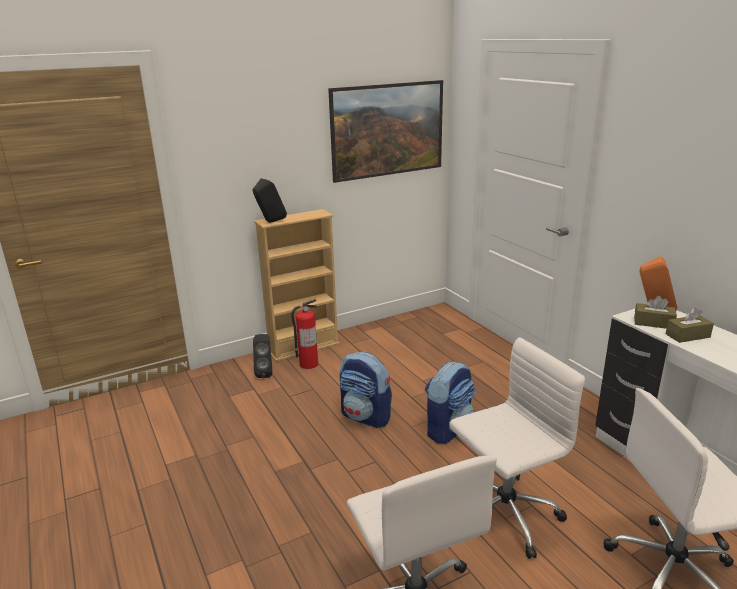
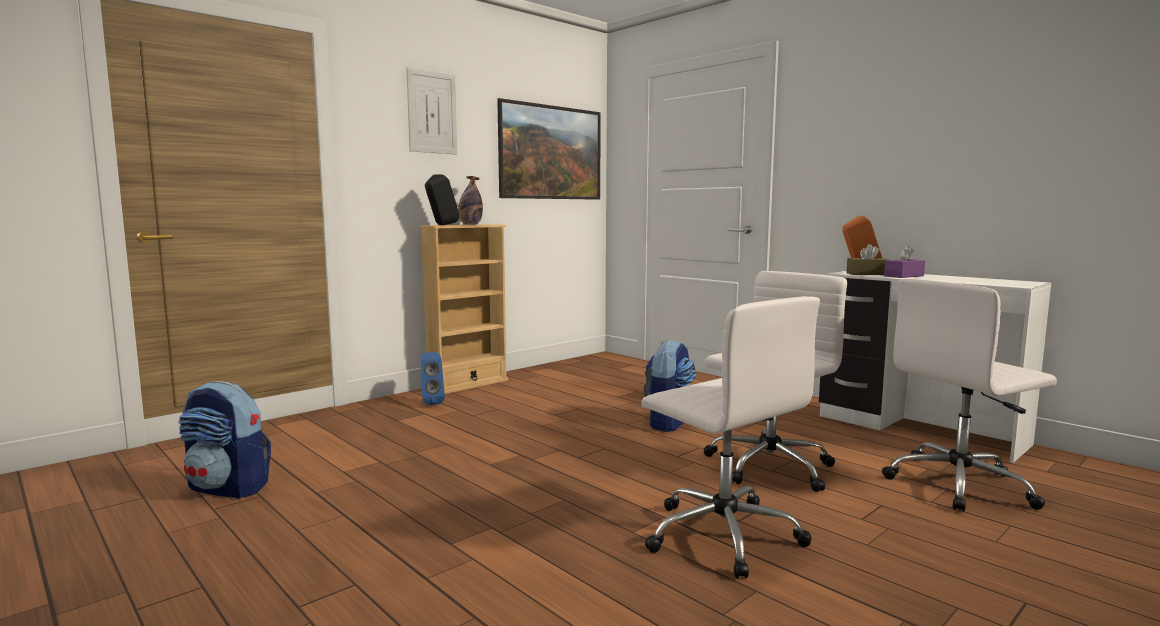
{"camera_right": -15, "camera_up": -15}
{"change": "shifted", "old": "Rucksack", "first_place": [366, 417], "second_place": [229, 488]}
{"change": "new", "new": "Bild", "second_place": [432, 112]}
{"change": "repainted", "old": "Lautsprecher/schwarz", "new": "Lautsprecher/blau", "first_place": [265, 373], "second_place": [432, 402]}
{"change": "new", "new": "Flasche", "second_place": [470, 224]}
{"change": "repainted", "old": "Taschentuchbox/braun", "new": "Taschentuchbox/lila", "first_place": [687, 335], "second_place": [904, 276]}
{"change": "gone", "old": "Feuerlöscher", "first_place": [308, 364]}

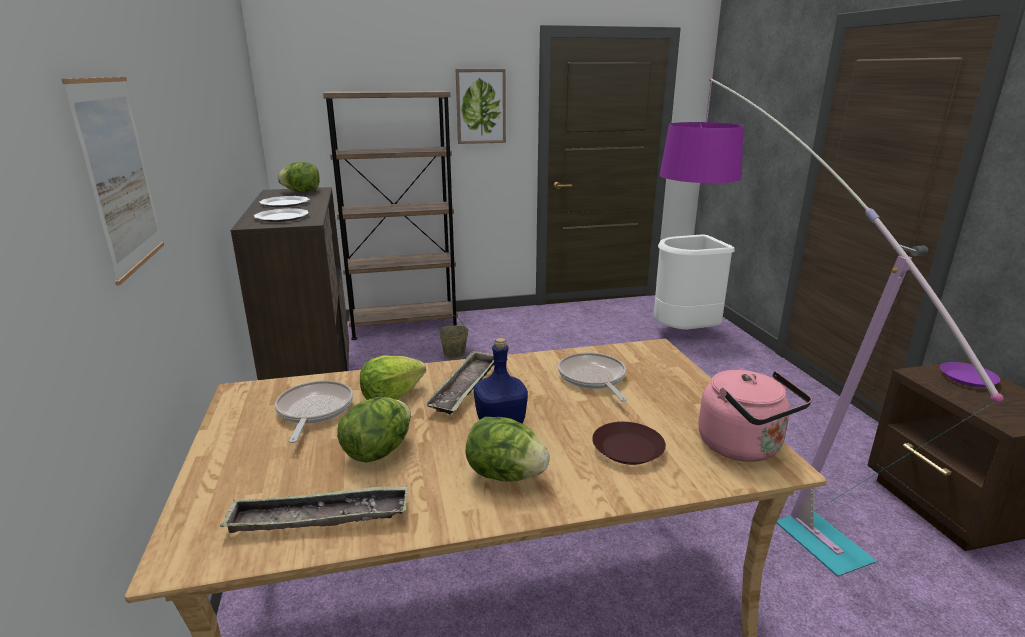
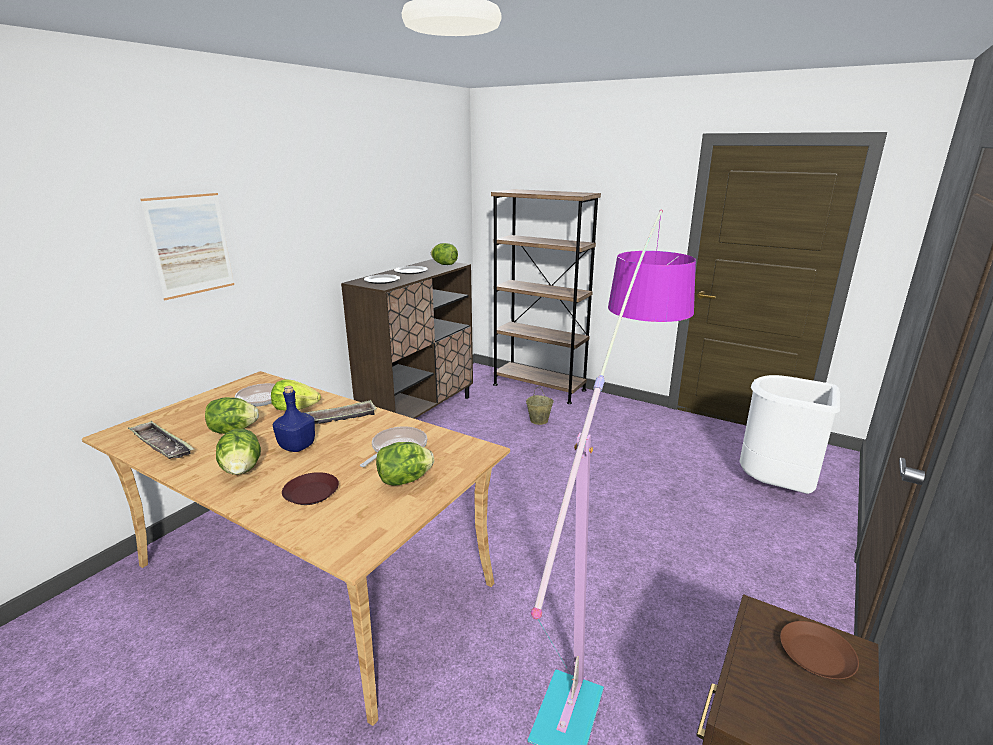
{"camera_right": 45, "camera_up": 0}
{"change": "new", "new": "Salatkopf", "second_place": [404, 480]}
{"change": "repainted", "old": "Teller/lila", "new": "Teller/braun", "first_place": [967, 378], "second_place": [816, 654]}
{"change": "gone", "old": "Bild", "first_place": [481, 106]}
{"change": "gone", "old": "Wasserkessel/rosa", "first_place": [744, 447]}

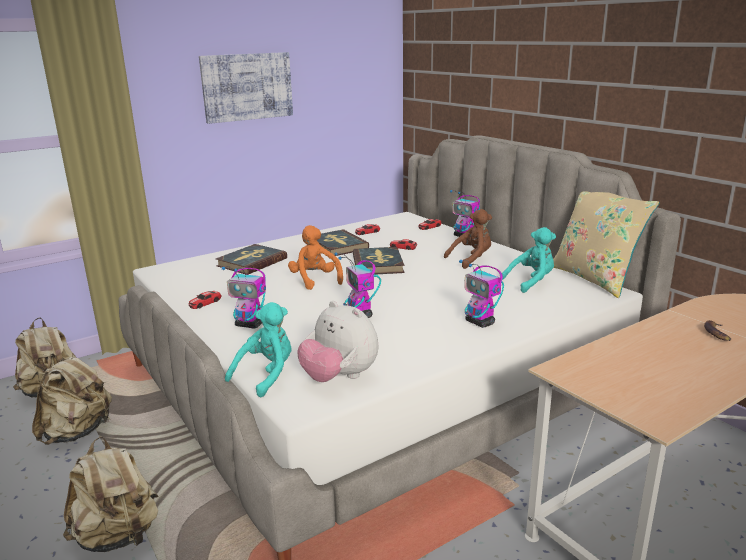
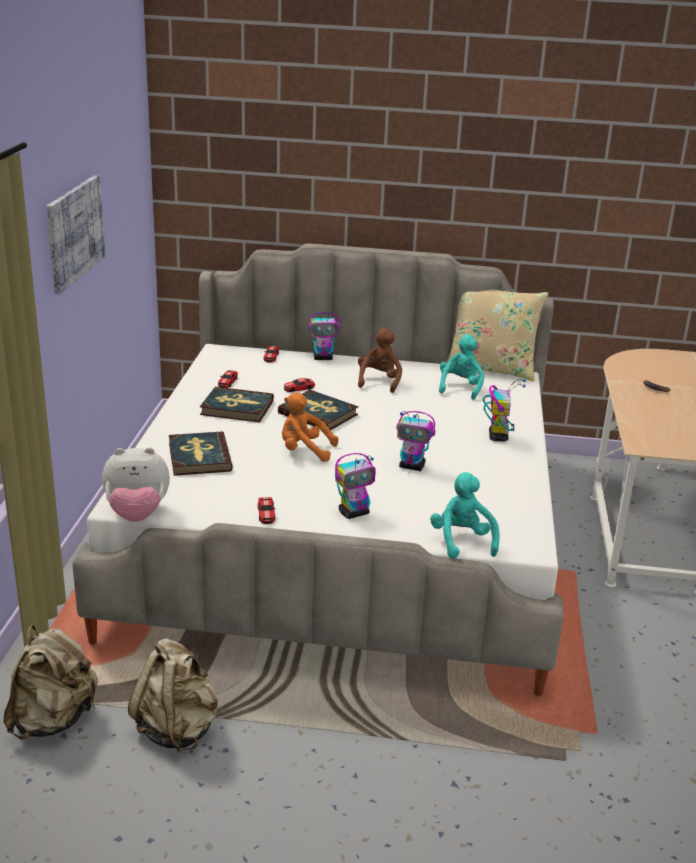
{"camera_right": -50, "camera_up": 5}
{"change": "shifted", "old": "Plüschtier", "first_place": [339, 377], "second_place": [137, 514]}
{"change": "rotated", "old": "Spielzeugroboter", "first_place": [480, 323], "second_place": [498, 436], "degrees": -90}
{"change": "gone", "old": "Rucksack/beige", "first_place": [118, 536]}

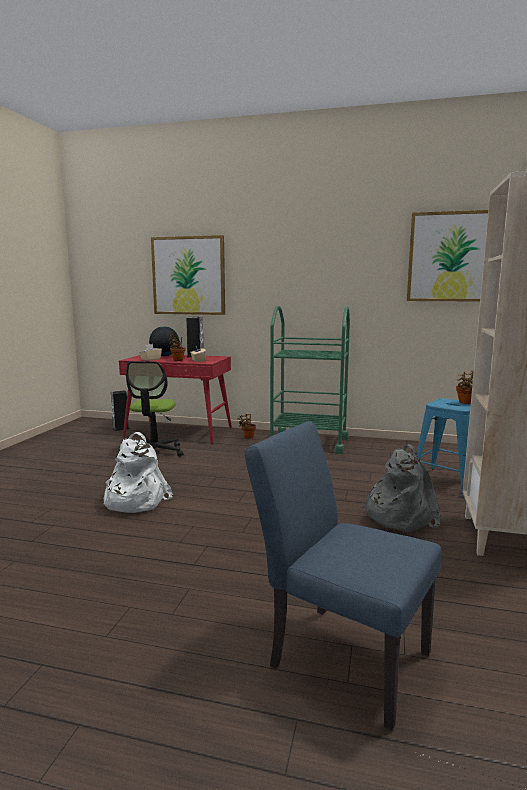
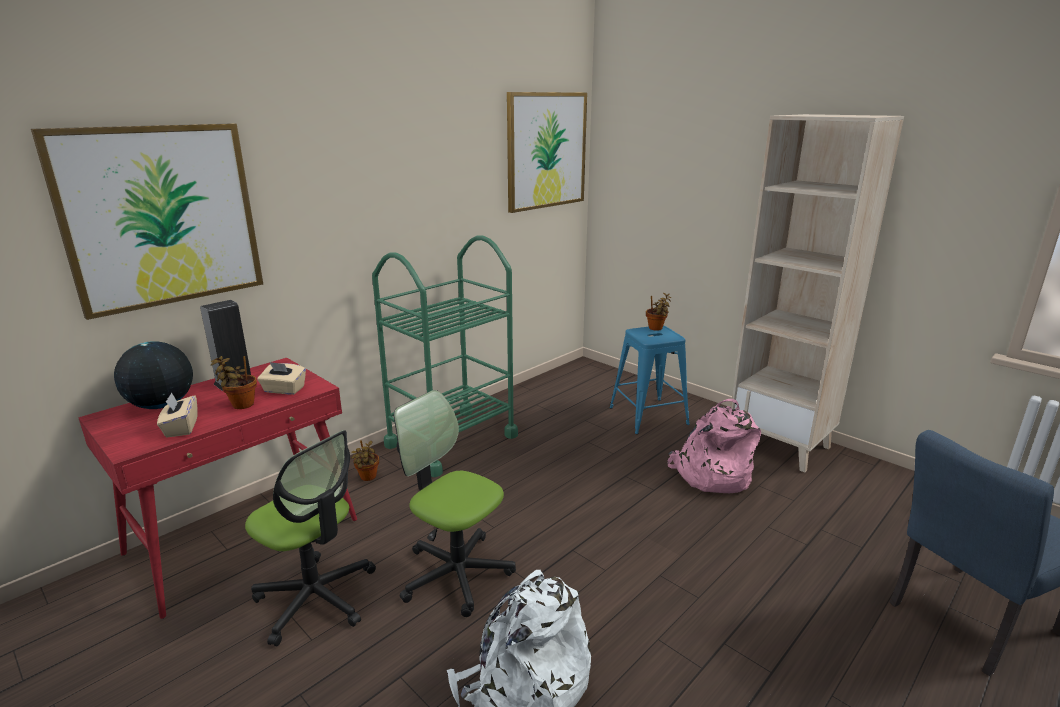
{"camera_right": -60, "camera_up": 10}
{"change": "new", "new": "Bürostuhl", "second_place": [456, 573]}
{"change": "repainted", "old": "Rucksack/grau", "new": "Rucksack/rosa", "first_place": [399, 516], "second_place": [711, 475]}
{"change": "gone", "old": "Lautsprecher", "first_place": [121, 429]}

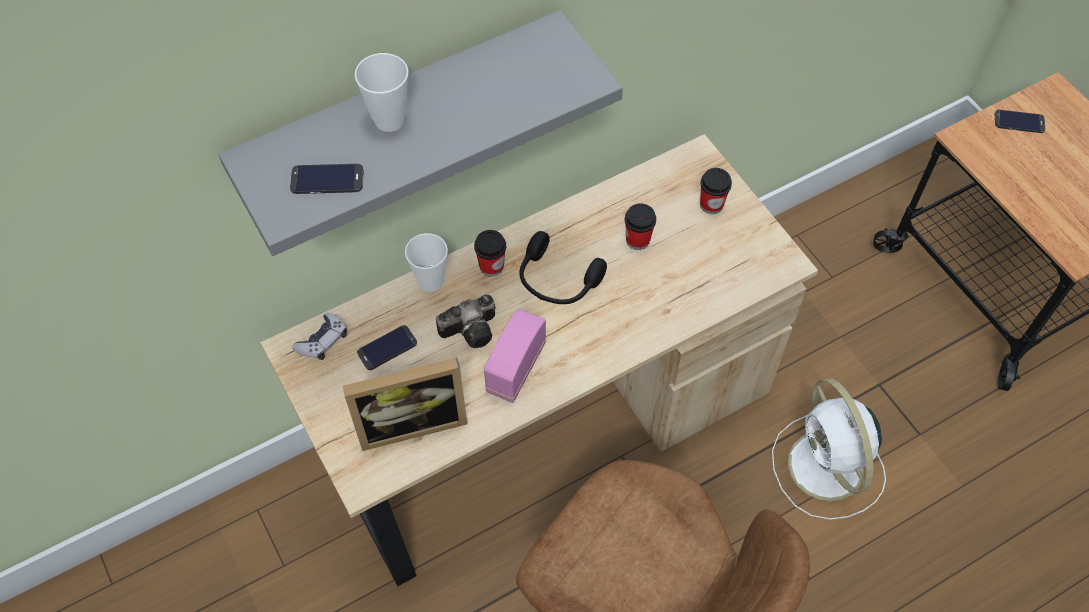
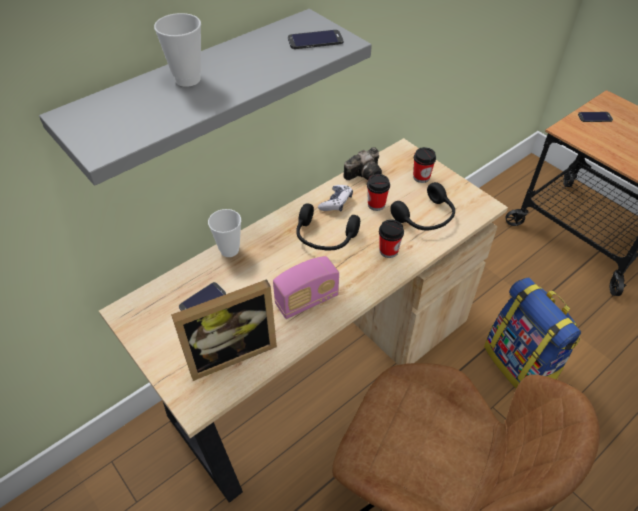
{"camera_right": -10, "camera_up": -10}
{"change": "rotated", "old": "Radio", "first_place": [515, 368], "second_place": [306, 300], "degrees": -135}
{"change": "shifted", "old": "Handy", "first_place": [327, 179], "second_place": [315, 40]}
{"change": "shifted", "old": "Gamepad", "first_place": [323, 341], "second_place": [336, 202]}
{"change": "shifted", "old": "Kamera", "first_place": [473, 329], "second_place": [365, 173]}
{"change": "shifted", "old": "Tasse", "first_place": [491, 266], "second_place": [388, 251]}
{"change": "new", "new": "Kopfhörer/schwarz", "second_place": [425, 218]}
{"change": "swapped", "old": "Ventilator/weiß", "new": "Rucksack", "first_place": [827, 469], "second_place": [520, 364]}

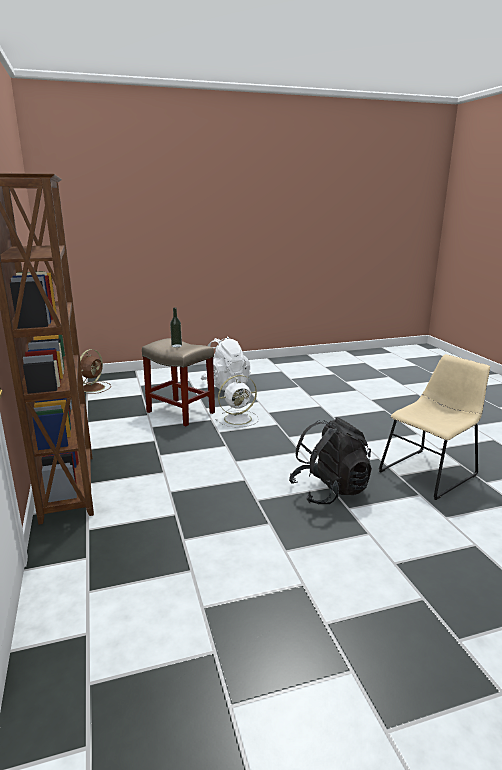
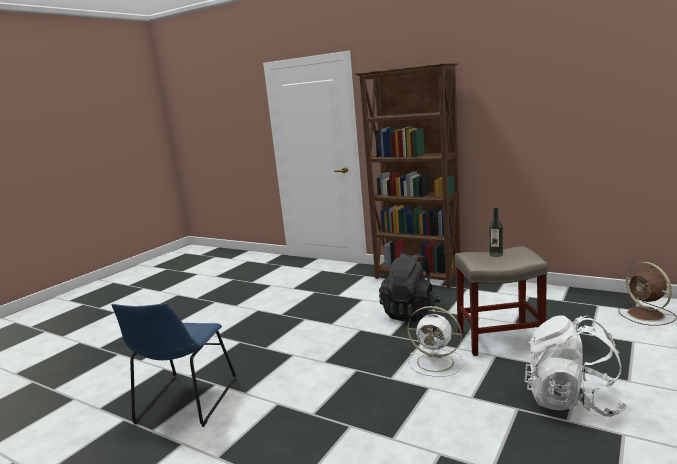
{"camera_right": 140, "camera_up": -5}
{"change": "repainted", "old": "Stuhl/beige", "new": "Stuhl/blau", "first_place": [430, 472], "second_place": [185, 403]}
{"change": "shifted", "old": "Rucksack/schwarz", "first_place": [329, 490], "second_place": [410, 313]}
{"change": "rotated", "old": "Ventilator/weiß", "first_place": [239, 419], "second_place": [437, 362], "degrees": -90}

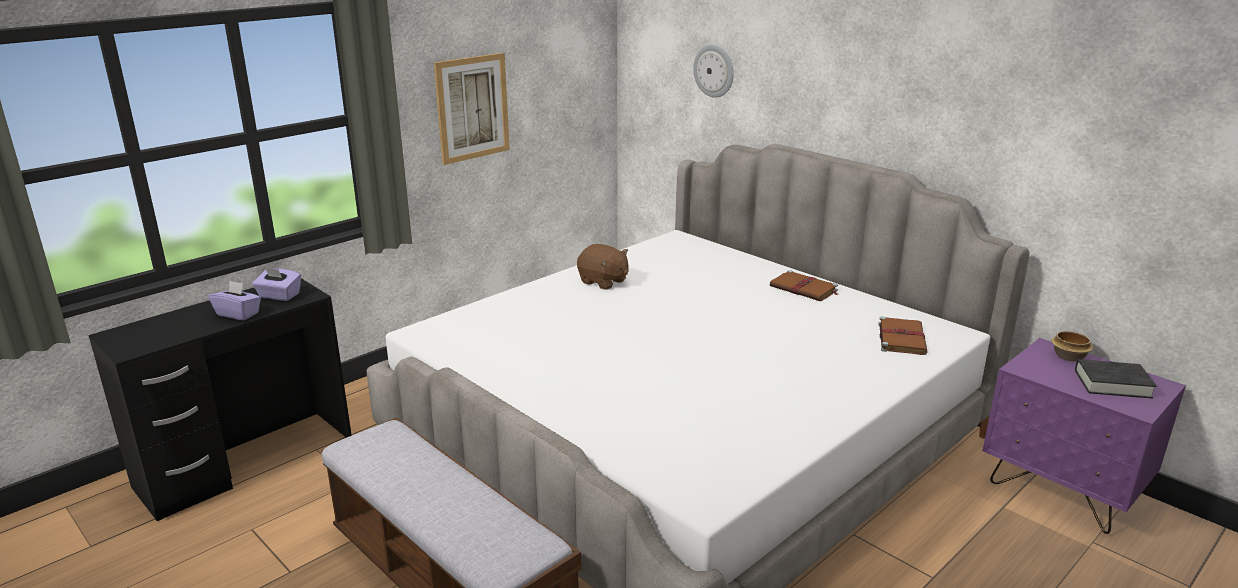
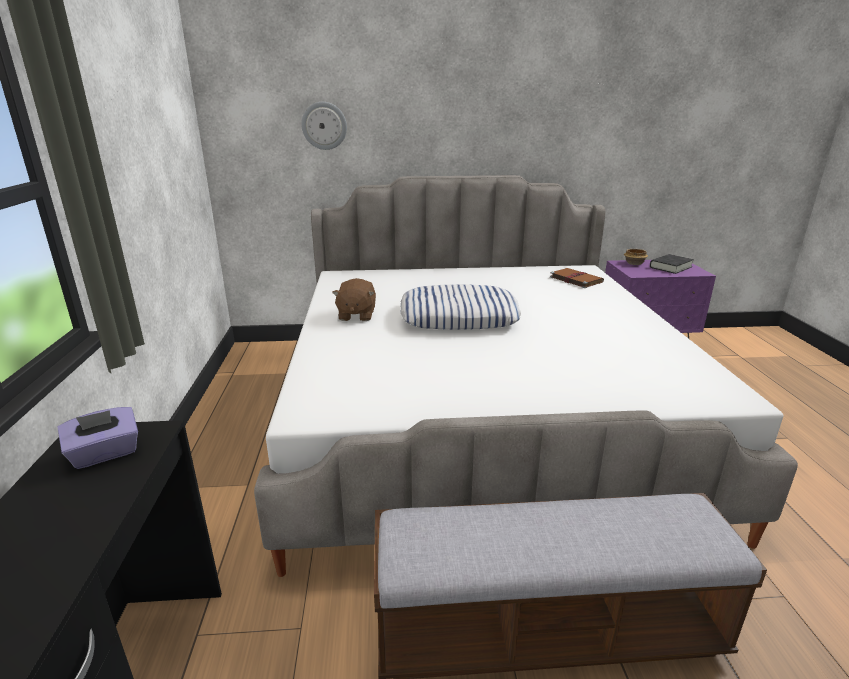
{"camera_right": -50, "camera_up": 0}
{"change": "rotated", "old": "Plüschtier/braun", "first_place": [603, 281], "second_place": [356, 315], "degrees": 105}
{"change": "new", "new": "Kissen", "second_place": [459, 316]}
{"change": "gone", "old": "Taschentuchbox/lila", "first_place": [238, 314]}
{"change": "gone", "old": "Bild", "first_place": [472, 108]}
{"change": "gone", "old": "Buch/braun", "first_place": [804, 289]}

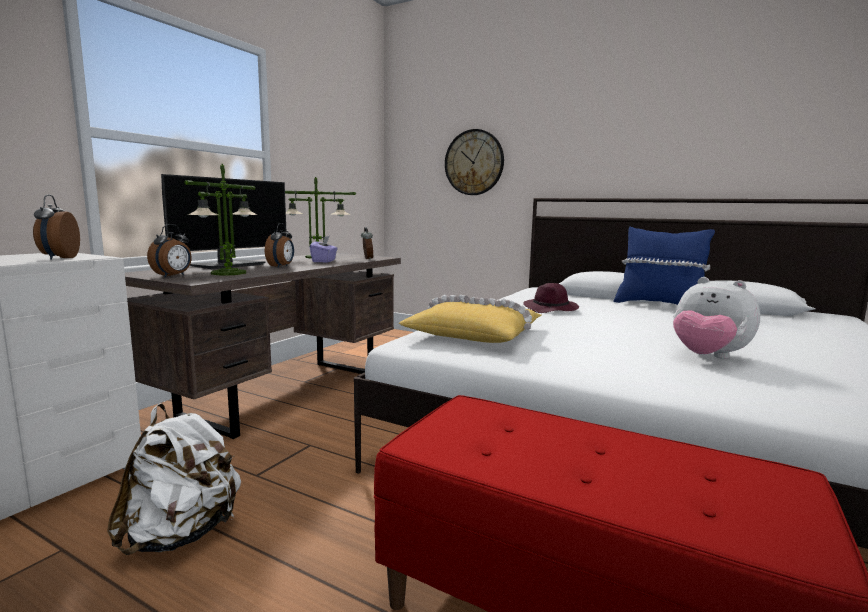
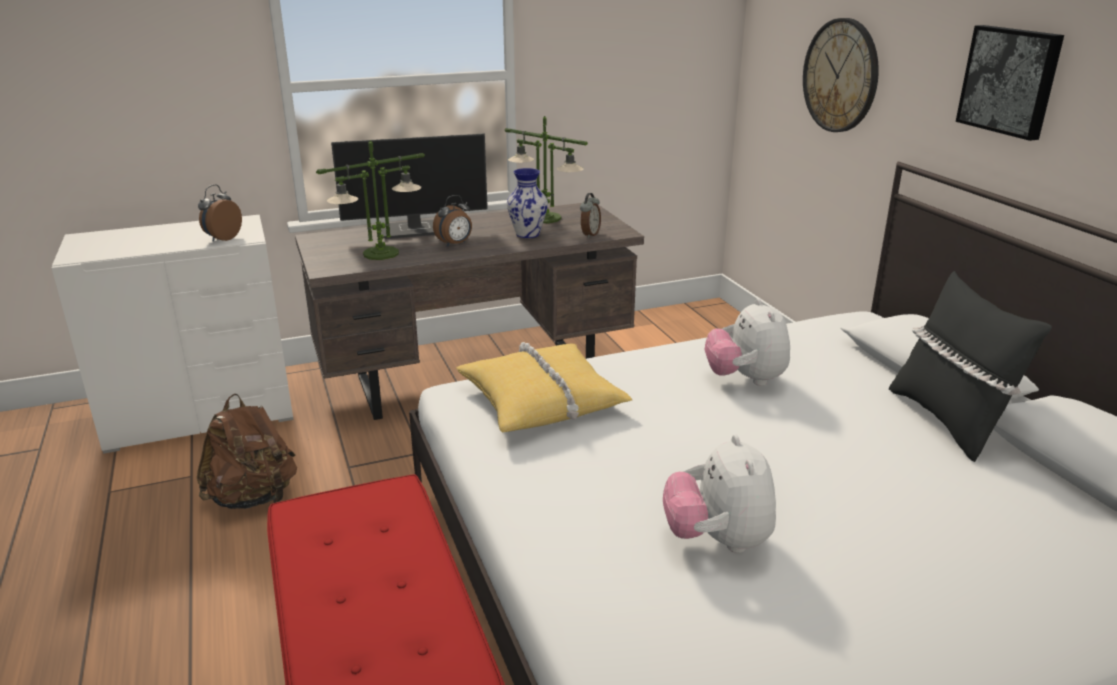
{"camera_right": 40, "camera_up": 15}
{"change": "repainted", "old": "Rucksack/weiß", "new": "Rucksack/braun", "first_place": [182, 534], "second_place": [254, 498]}
{"change": "swapped", "old": "Taschentuchbox/lila", "new": "Vase", "first_place": [324, 261], "second_place": [527, 234]}
{"change": "swapped", "old": "Hut/lila", "new": "Plüschtier", "first_place": [551, 309], "second_place": [745, 379]}
{"change": "repainted", "old": "Kissen/blau", "new": "Kissen/schwarz", "first_place": [659, 305], "second_place": [948, 421]}
{"change": "new", "new": "Bild", "second_place": [1010, 81]}
{"change": "gone", "old": "Wecker", "first_place": [173, 276]}

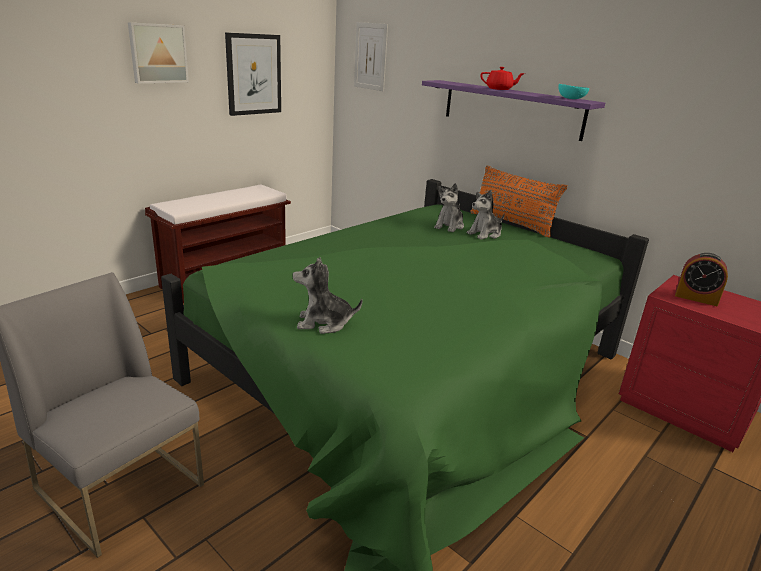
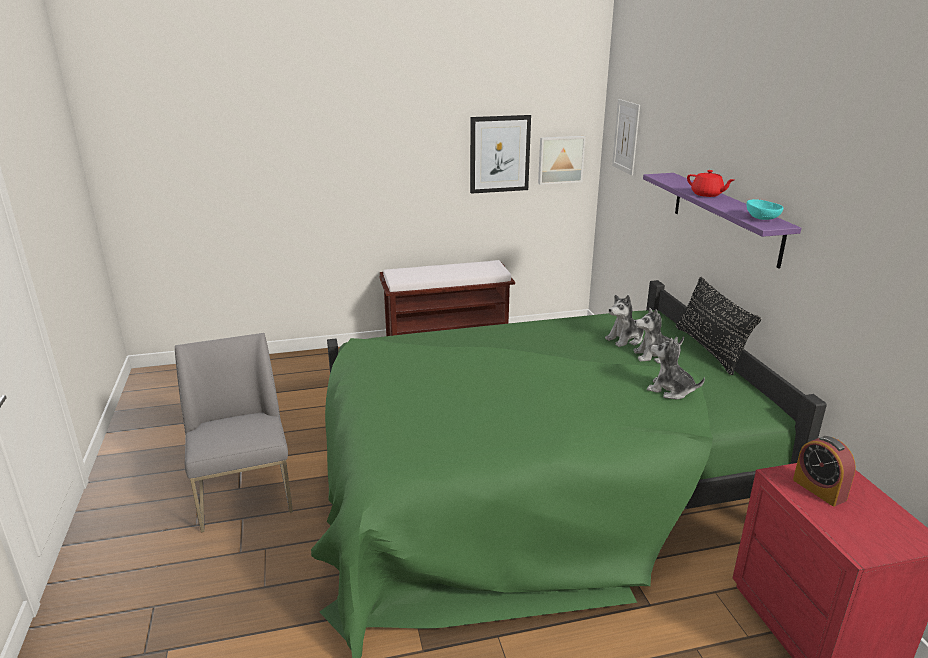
{"camera_right": 35, "camera_up": 0}
{"change": "shifted", "old": "Bild", "first_place": [158, 53], "second_place": [560, 159]}
{"change": "shifted", "old": "Plüschtier", "first_place": [324, 323], "second_place": [670, 390]}
{"change": "repainted", "old": "Kissen/orange", "new": "Kissen/schwarz", "first_place": [511, 223], "second_place": [709, 349]}

